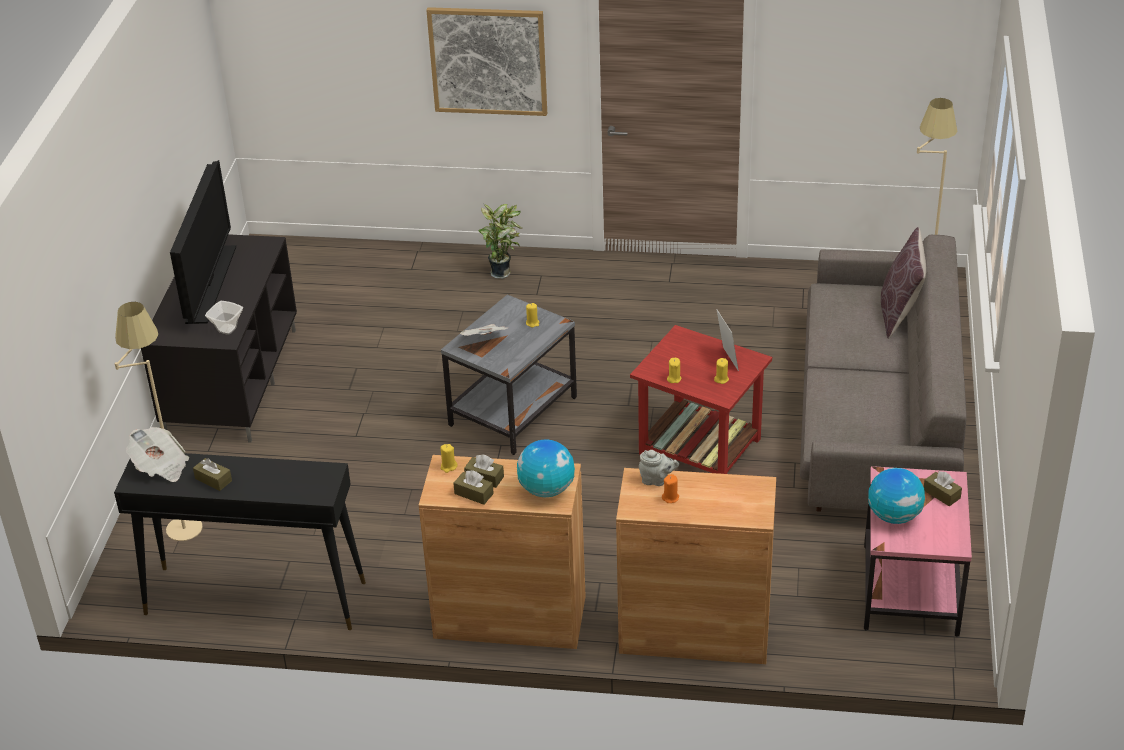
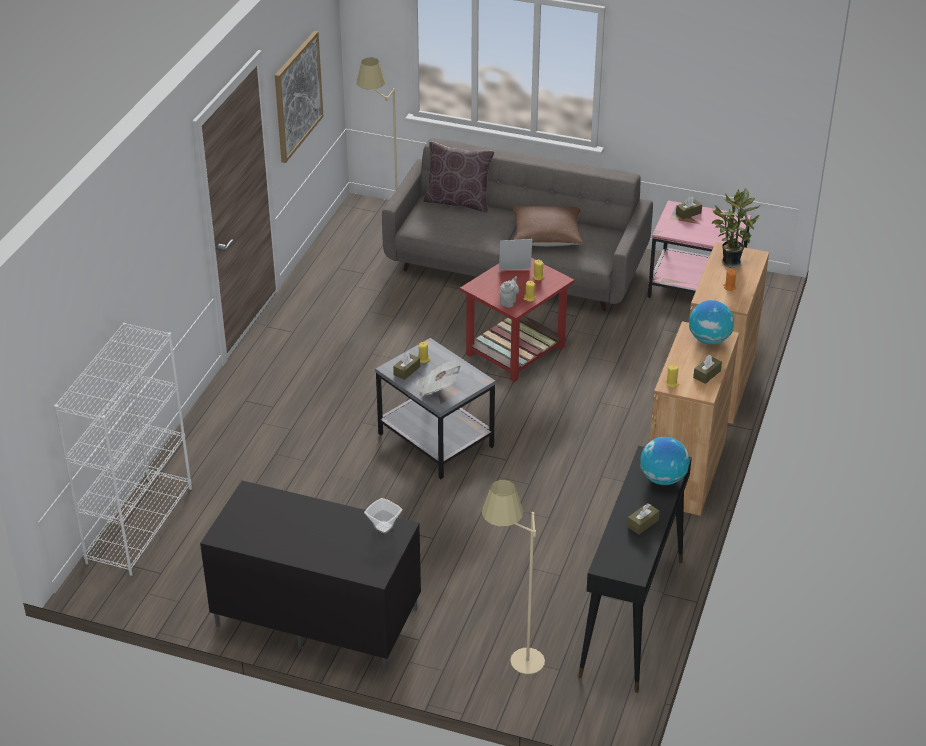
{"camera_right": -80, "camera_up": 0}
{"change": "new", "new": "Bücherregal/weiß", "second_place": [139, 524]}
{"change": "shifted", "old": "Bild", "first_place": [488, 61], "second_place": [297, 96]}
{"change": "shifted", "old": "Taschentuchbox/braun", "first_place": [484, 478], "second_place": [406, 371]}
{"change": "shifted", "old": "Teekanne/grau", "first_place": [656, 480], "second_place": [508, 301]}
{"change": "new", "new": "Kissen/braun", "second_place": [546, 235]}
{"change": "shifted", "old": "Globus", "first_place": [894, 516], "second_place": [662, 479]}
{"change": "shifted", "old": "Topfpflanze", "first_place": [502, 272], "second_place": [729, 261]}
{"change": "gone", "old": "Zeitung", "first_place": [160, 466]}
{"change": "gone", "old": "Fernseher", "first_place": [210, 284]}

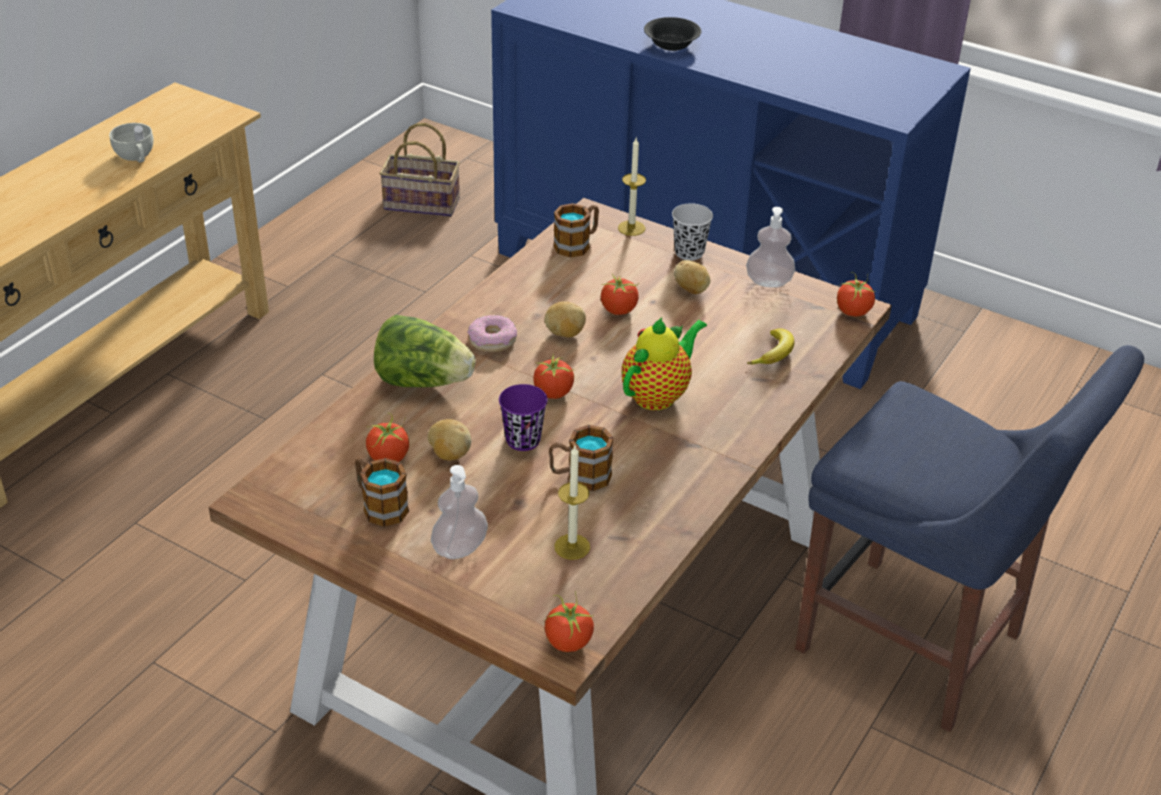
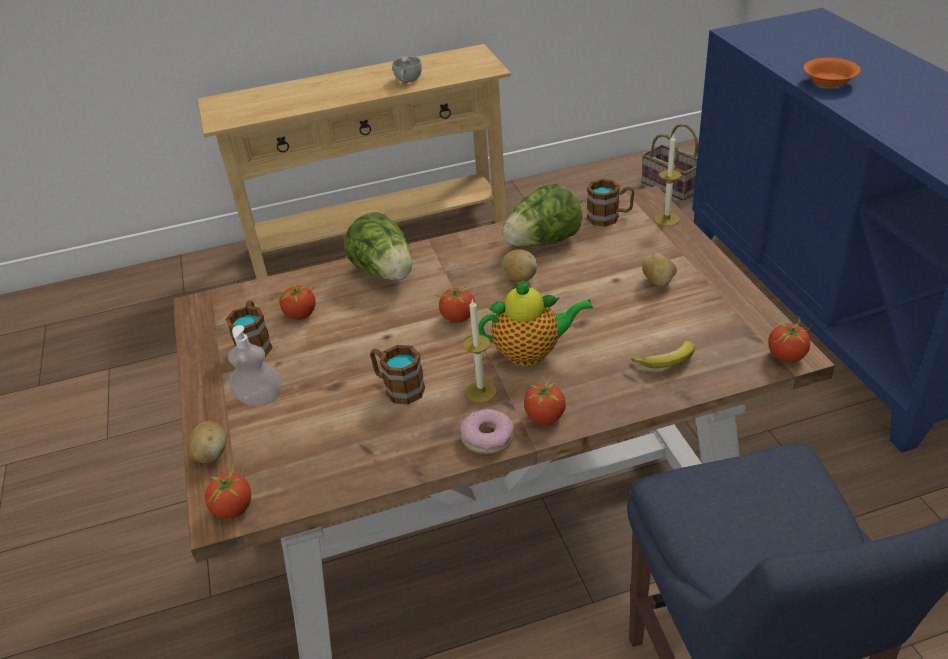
{"camera_right": 45, "camera_up": 0}
{"change": "shifted", "old": "Kartoffel", "first_place": [449, 454], "second_place": [211, 455]}
{"change": "shifted", "old": "Donut", "first_place": [492, 340], "second_place": [487, 438]}
{"change": "shifted", "old": "Kerze", "first_place": [572, 547], "second_place": [481, 391]}
{"change": "new", "new": "Salatkopf", "second_place": [543, 242]}
{"change": "shifted", "old": "Tomate", "first_place": [619, 310], "second_place": [545, 417]}
{"change": "repainted", "old": "Schüssel/schwarz", "new": "Schüssel/orange", "first_place": [672, 44], "second_place": [829, 82]}
{"change": "gone", "old": "Tasse/lila", "first_place": [523, 440]}
{"change": "gone", "old": "Tasse/schwarz", "first_place": [689, 252]}
{"change": "gone", "old": "Seifenspender", "first_place": [768, 282]}

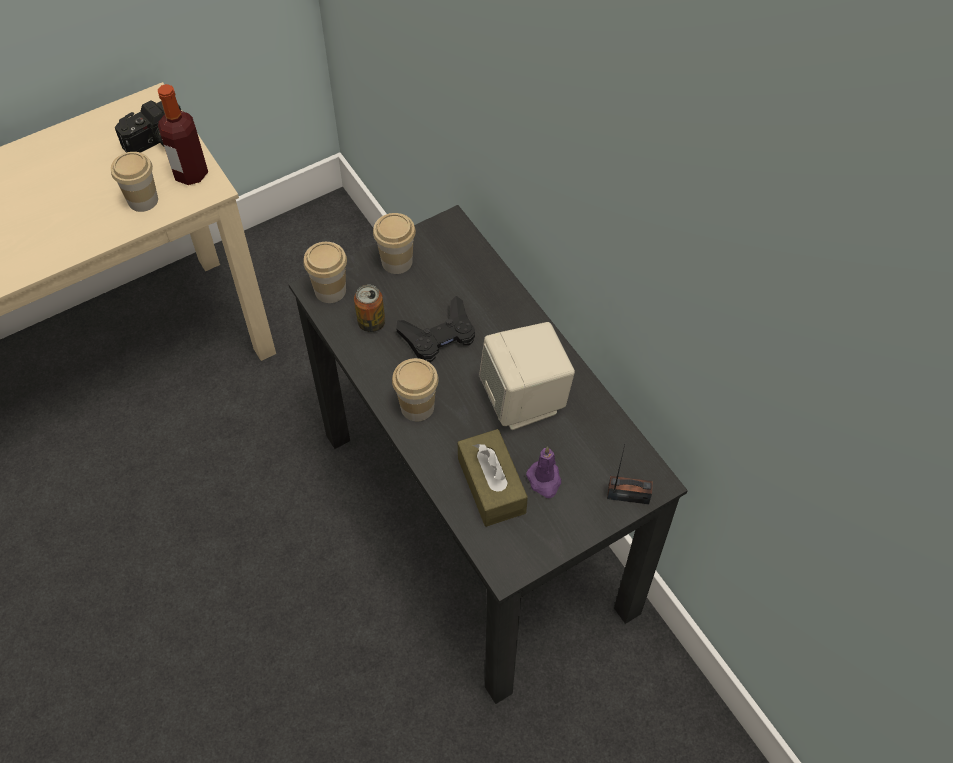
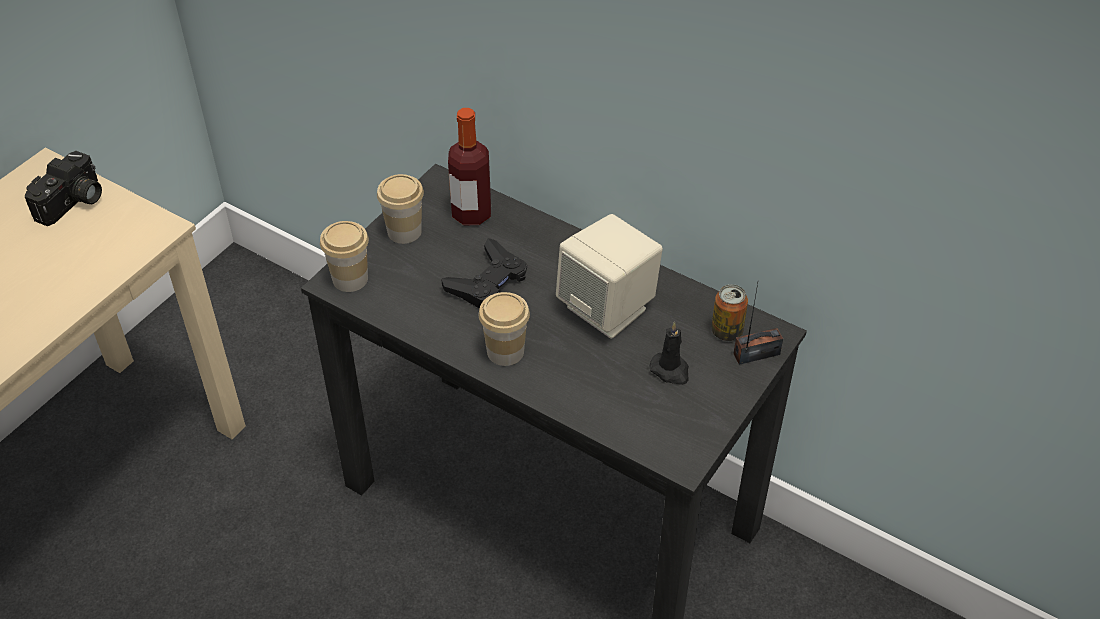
{"camera_right": -25, "camera_up": -10}
{"change": "shifted", "old": "Flasche", "first_place": [191, 173], "second_place": [471, 214]}
{"change": "repainted", "old": "Kerze/lila", "new": "Kerze/schwarz", "first_place": [544, 480], "second_place": [670, 370]}
{"change": "shifted", "old": "Dose", "first_place": [371, 322], "second_place": [726, 331]}
{"change": "gone", "old": "Tasse", "first_place": [143, 200]}
{"change": "gone", "old": "Taschentuchbox/braun", "first_place": [491, 485]}

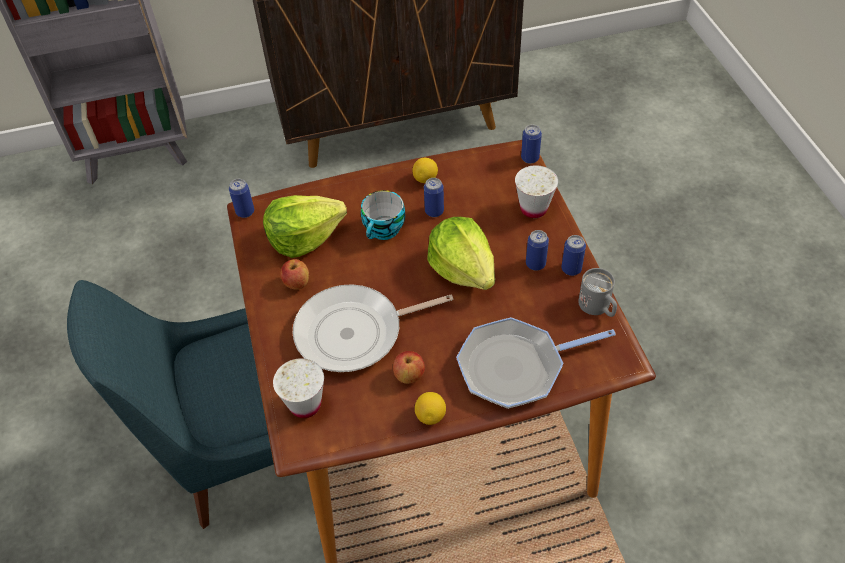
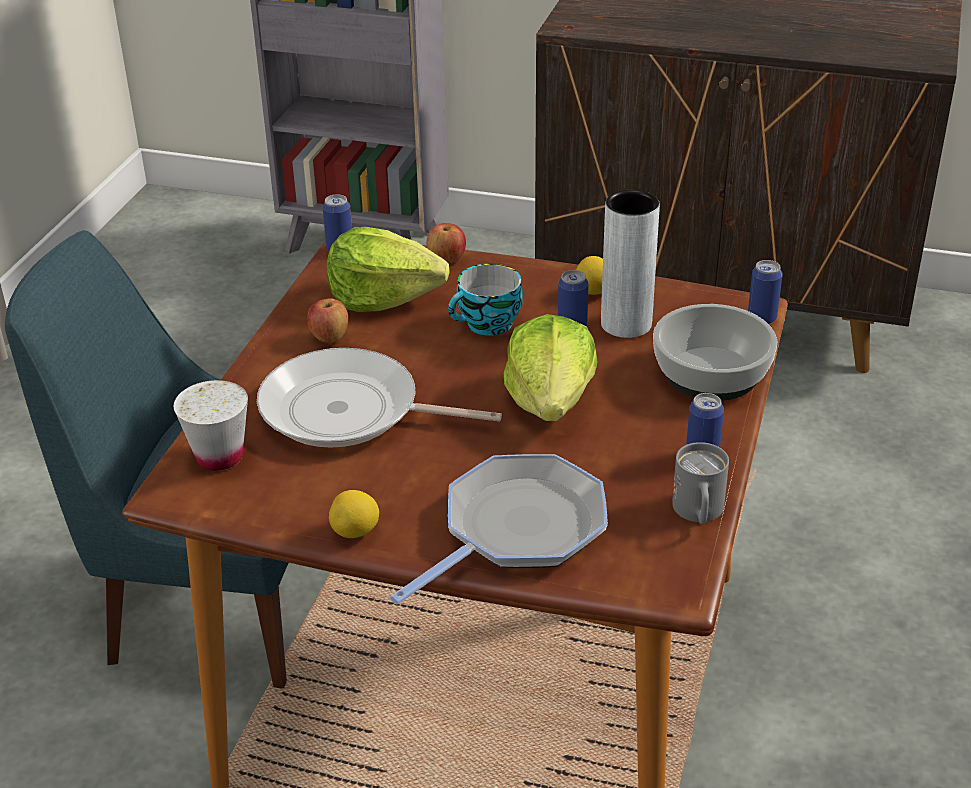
{"camera_right": 30, "camera_up": -15}
{"change": "rotated", "old": "Pfanne", "first_place": [516, 367], "second_place": [517, 530], "degrees": 120}
{"change": "shifted", "old": "Apfel", "first_place": [409, 376], "second_place": [447, 259]}
{"change": "new", "new": "Vase/grau", "second_place": [626, 324]}
{"change": "swapped", "old": "Tasse/weiß", "new": "Schüssel", "first_place": [533, 209], "second_place": [712, 373]}
{"change": "gone", "old": "Dose", "first_place": [535, 264]}

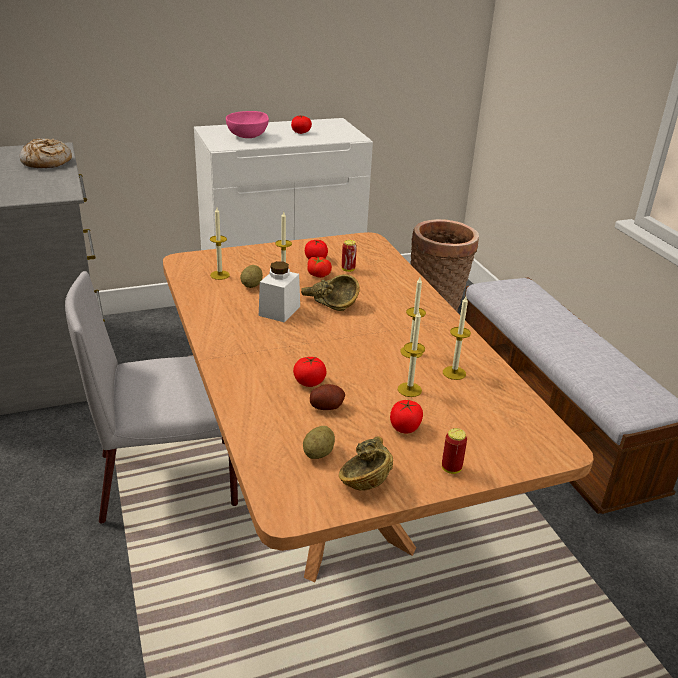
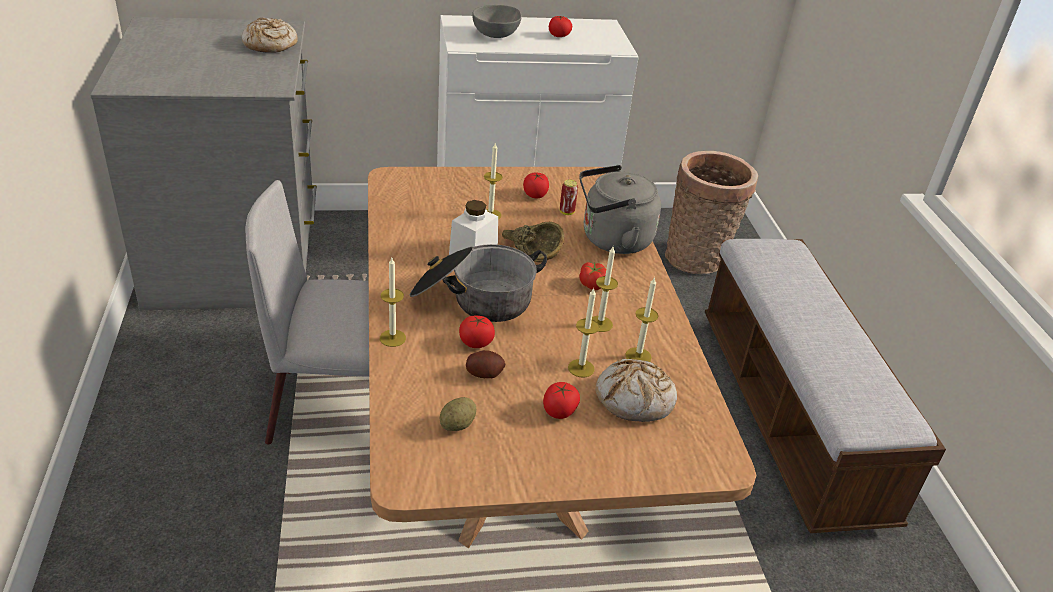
{"camera_right": 10, "camera_up": 5}
{"change": "shifted", "old": "Kerze", "first_place": [220, 275], "second_place": [392, 338]}
{"change": "new", "new": "Kochtopf", "second_place": [474, 299]}
{"change": "repainted", "old": "Schüssel/rosa", "new": "Schüssel/grau", "first_place": [249, 137], "second_place": [497, 35]}
{"change": "new", "new": "Wasserkessel/grau", "second_place": [612, 240]}
{"change": "shifted", "old": "Tomate", "first_place": [319, 274], "second_place": [593, 284]}
{"change": "new", "new": "Brot", "second_place": [635, 399]}
{"change": "gone", "old": "Kartoffel", "first_place": [251, 285]}
{"change": "gone", "old": "Schüssel/braun", "first_place": [366, 473]}
{"change": "gone", "old": "Dose", "first_place": [451, 468]}

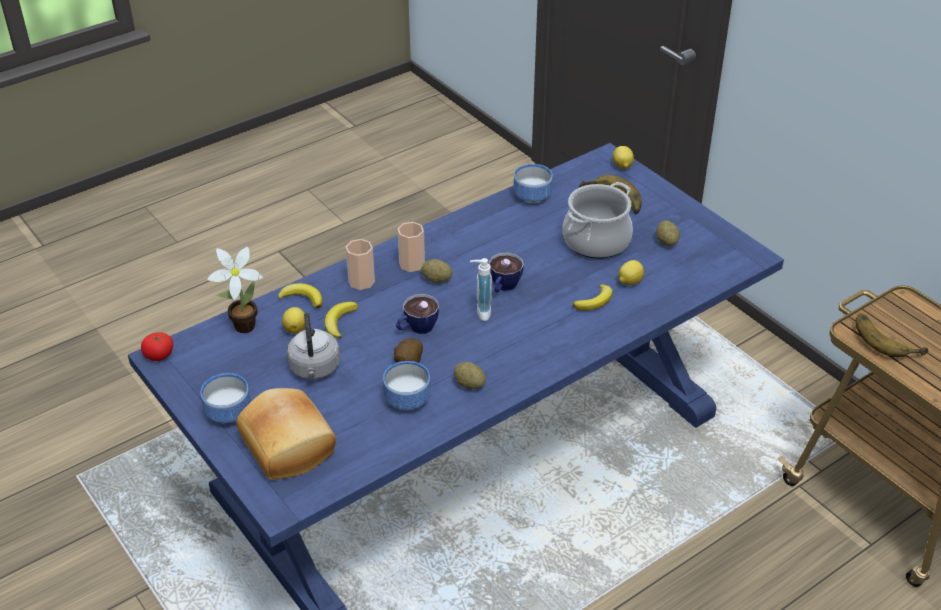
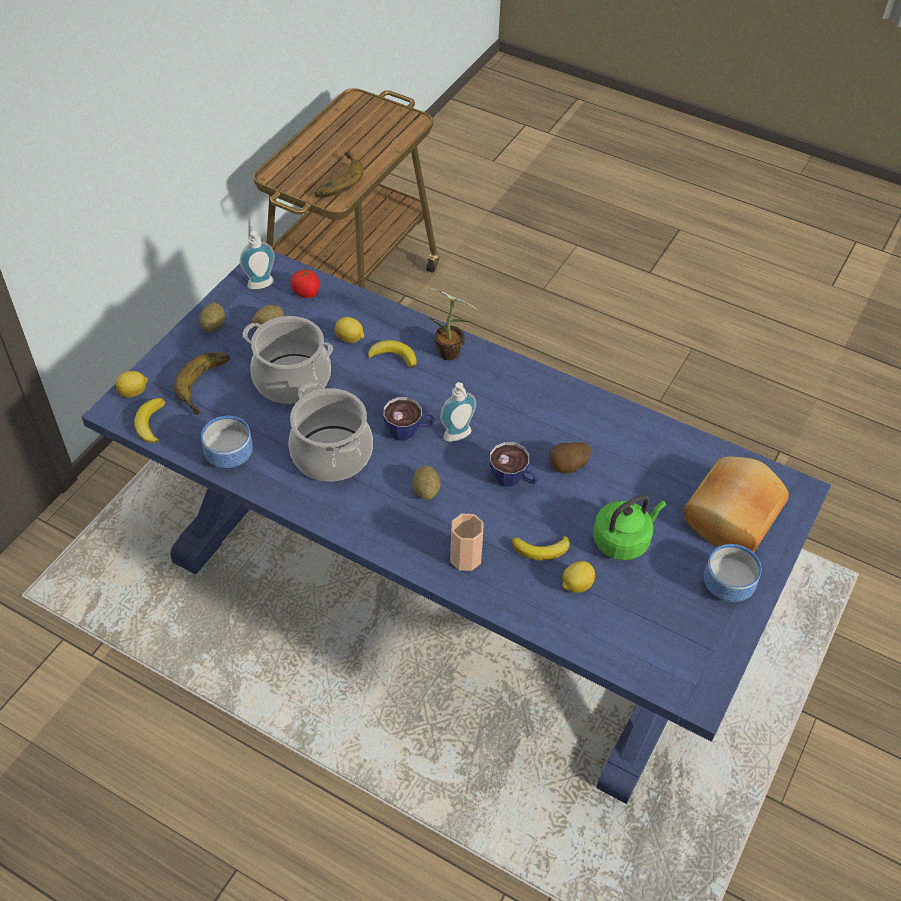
{"camera_right": -115, "camera_up": 10}
{"change": "shifted", "old": "Banane", "first_place": [302, 298], "second_place": [150, 423]}
{"change": "shifted", "old": "Kartoffel", "first_place": [469, 384], "second_place": [213, 326]}
{"change": "new", "new": "Seifenspender", "second_place": [261, 286]}
{"change": "new", "new": "Kochtopf", "second_place": [331, 454]}
{"change": "shifted", "old": "Tomate", "first_place": [159, 356], "second_place": [306, 292]}
{"change": "shifted", "old": "Topfpflanze", "first_place": [241, 327], "second_place": [451, 355]}
{"change": "repainted", "old": "Wasserkessel/grau", "new": "Wasserkessel/grün", "first_place": [315, 369], "second_place": [623, 540]}
{"change": "gone", "old": "Schüssel", "first_place": [405, 399]}
{"change": "gone", "old": "Tasse", "first_place": [412, 264]}

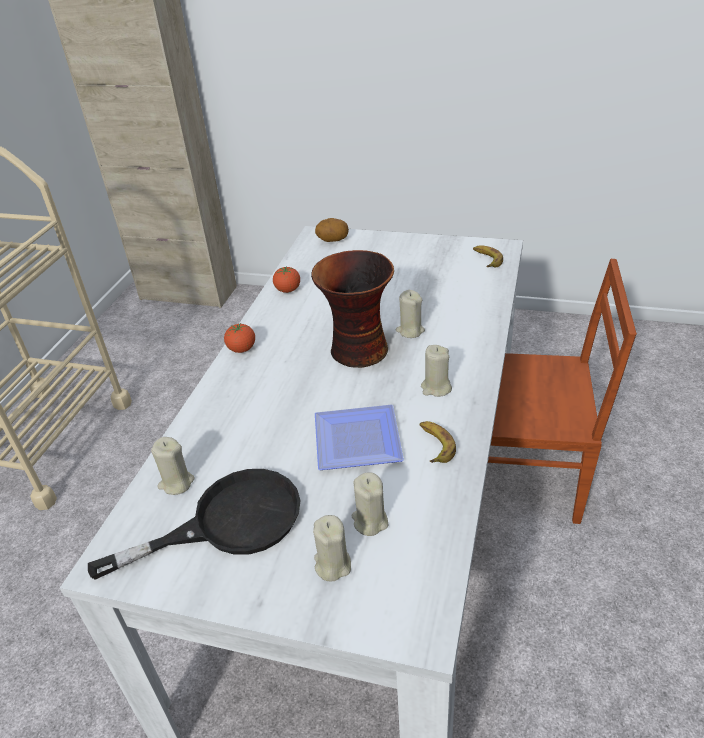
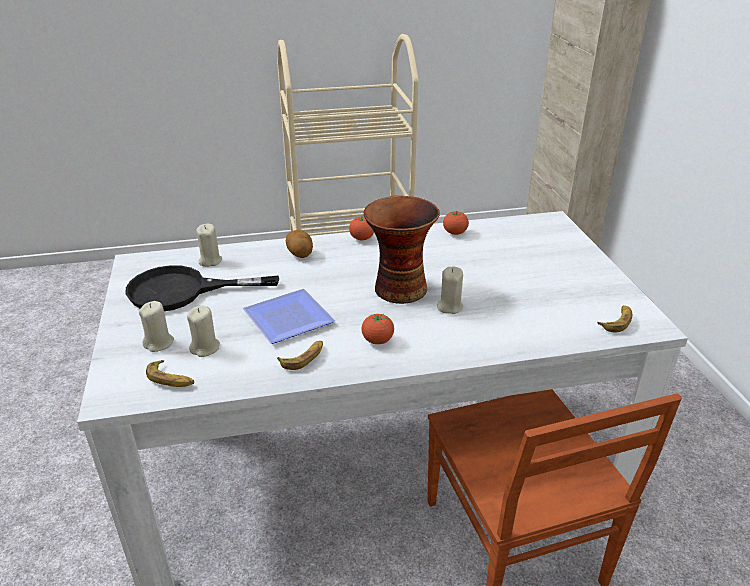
{"camera_right": 60, "camera_up": -5}
{"change": "rotated", "old": "Pfanne/schwarz", "first_place": [228, 523], "second_place": [182, 291], "degrees": 135}
{"change": "new", "new": "Banane", "second_place": [171, 379]}
{"change": "shifted", "old": "Kartoffel", "first_place": [333, 240], "second_place": [300, 254]}
{"change": "swapped", "old": "Kerze/beige", "new": "Tomate", "first_place": [436, 388], "second_place": [377, 341]}

